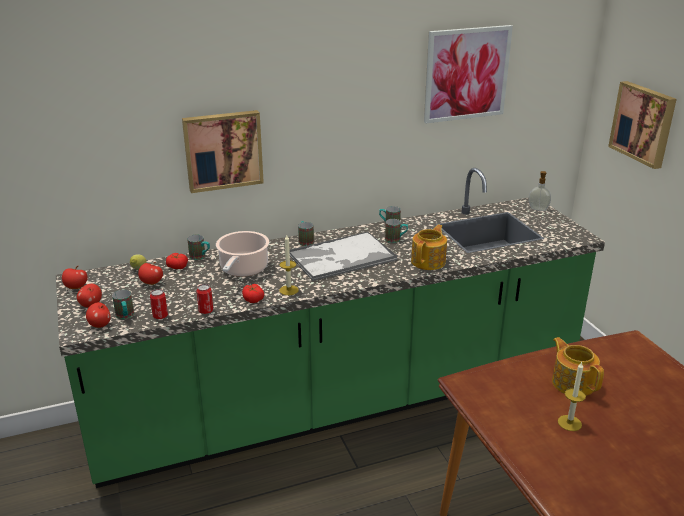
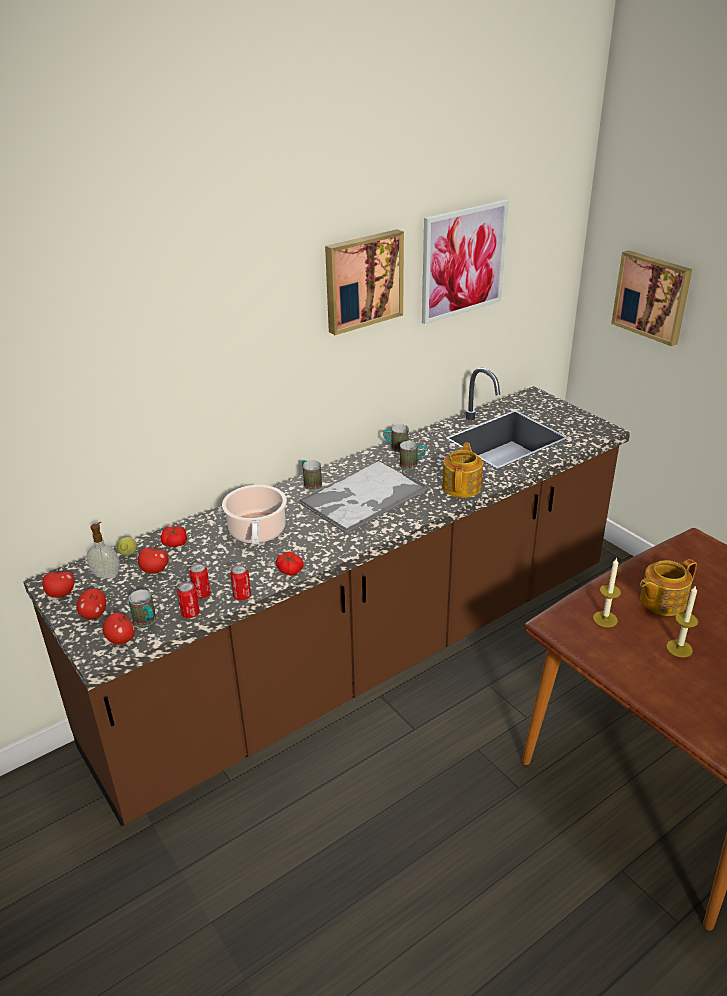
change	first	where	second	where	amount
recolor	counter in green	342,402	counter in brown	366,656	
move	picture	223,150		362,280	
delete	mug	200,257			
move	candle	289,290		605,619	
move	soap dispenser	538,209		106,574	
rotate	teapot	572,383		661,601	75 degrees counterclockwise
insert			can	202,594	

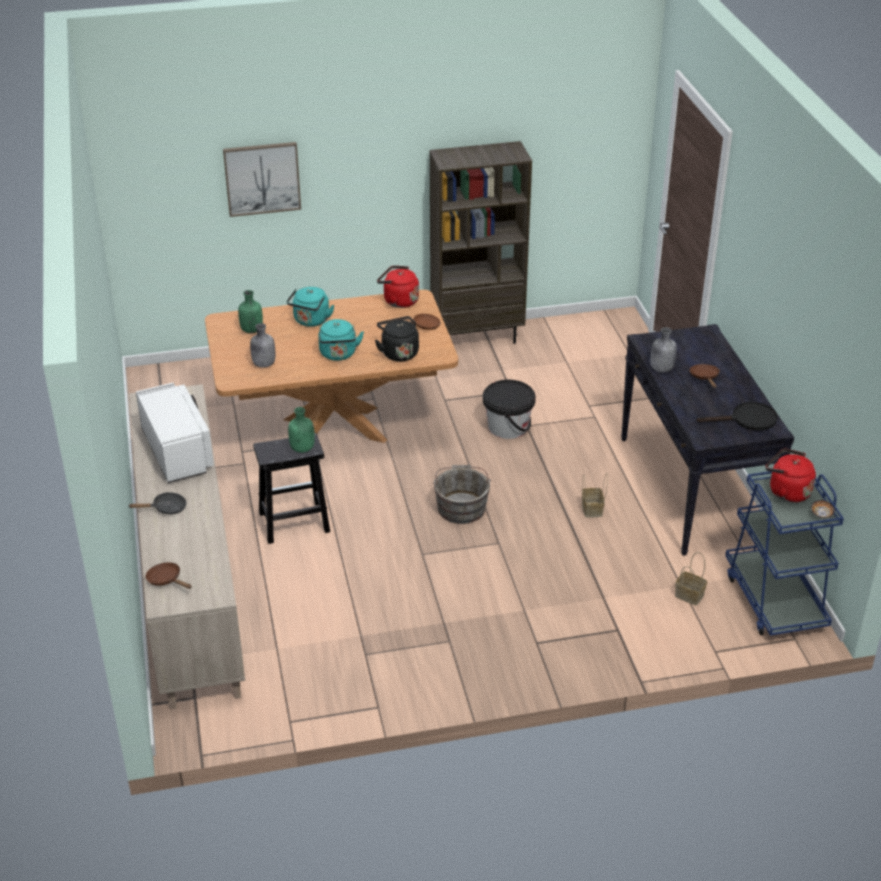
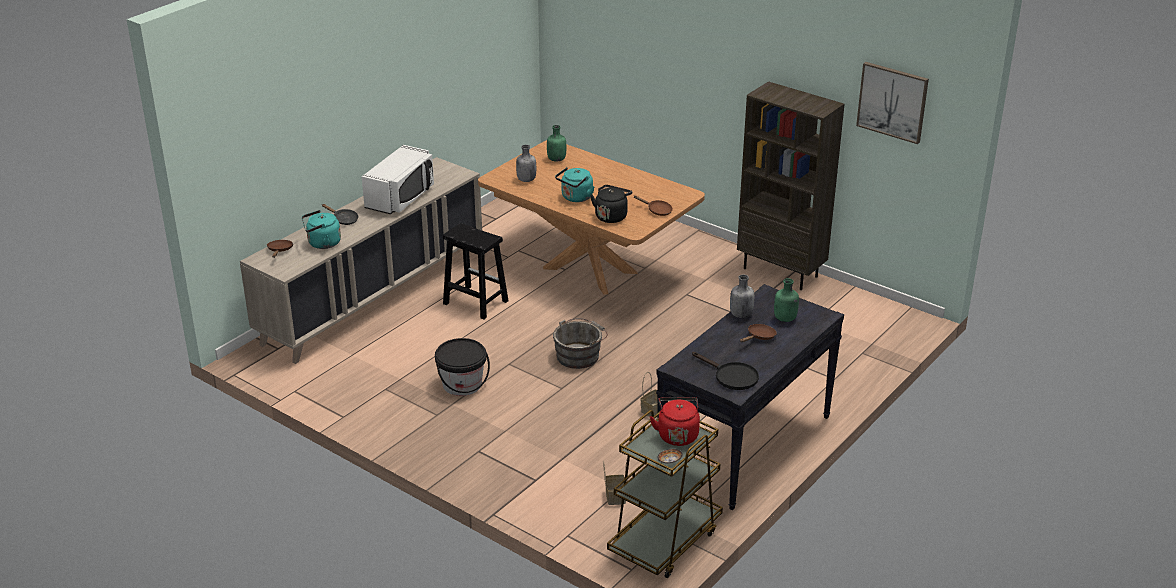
change	first	where	second	where	amount
move	picture	262,178		892,102	
move	kettle in turquoise	311,321		322,244	
move	bottle in green	303,448		785,319	
delete	kettle in red	398,301			
move	bucket in black	508,427		462,384	
recolor	cart in blue	774,600	cart in brown	664,541	

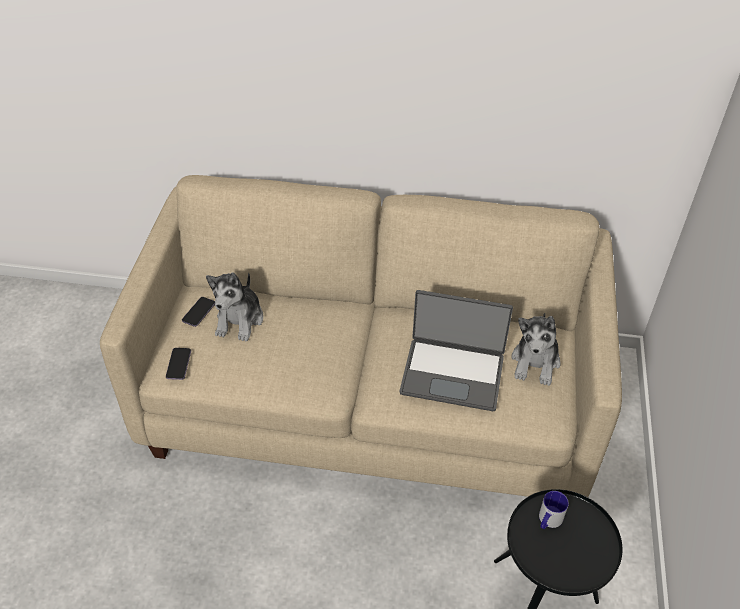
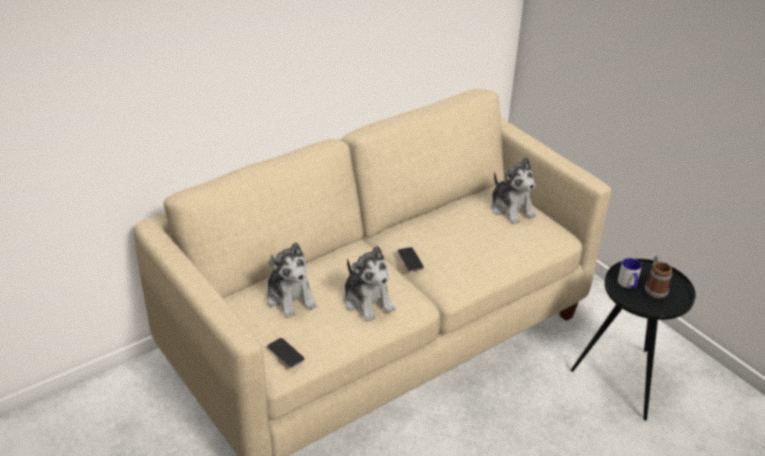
change	first	where	second	where	amount
move	phone	199,312		410,260	
delete	laptop	453,373			
insert			plush toy	367,301	
insert			mug	654,288	

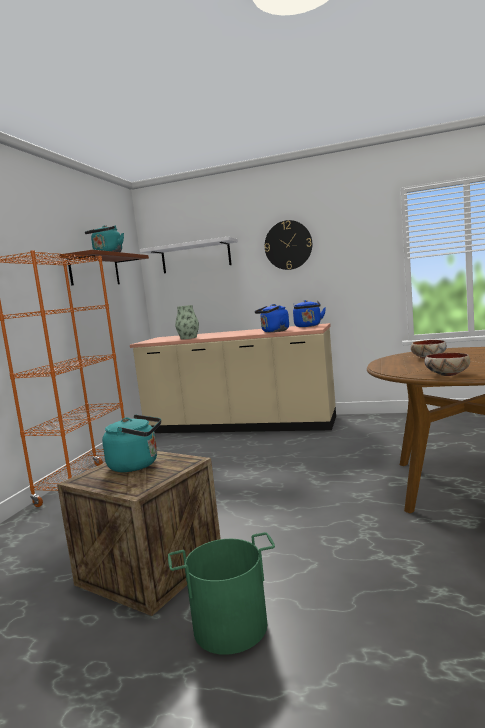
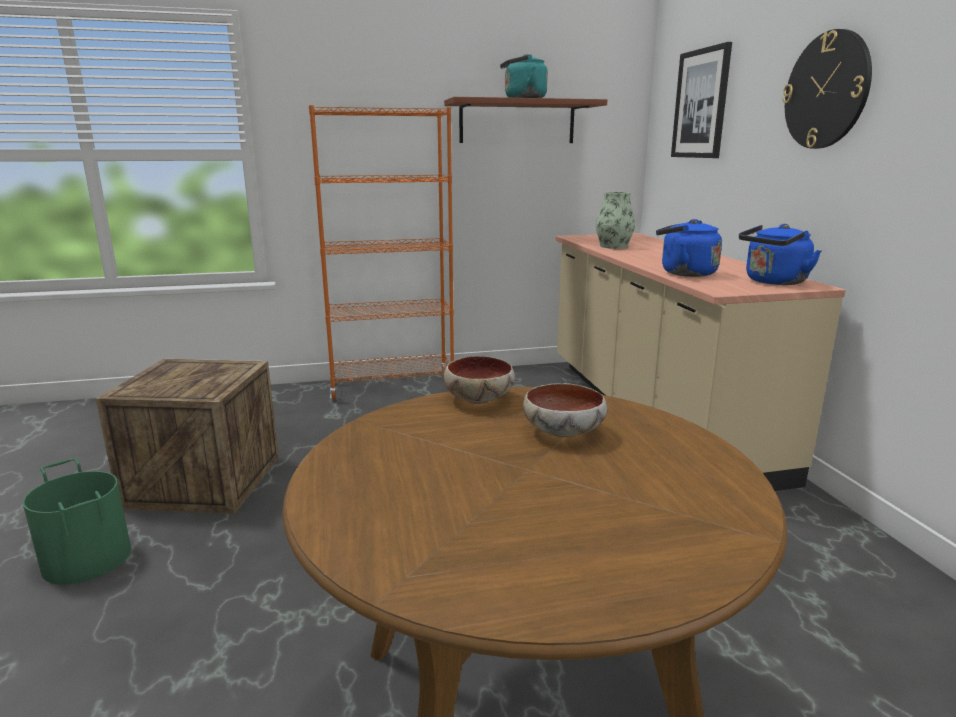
change	first	where	second	where	amount
delete	kettle in turquoise	137,465			
replace	shelf in white	195,257	picture	701,104	
move	bowl	446,375		478,399	

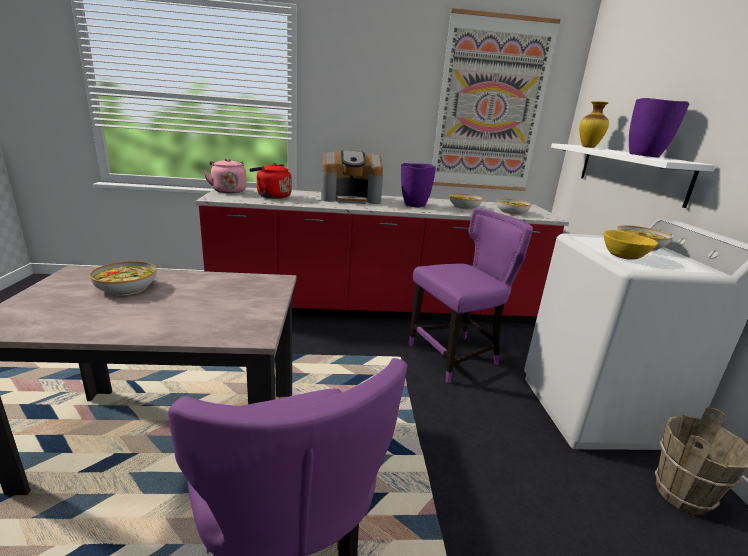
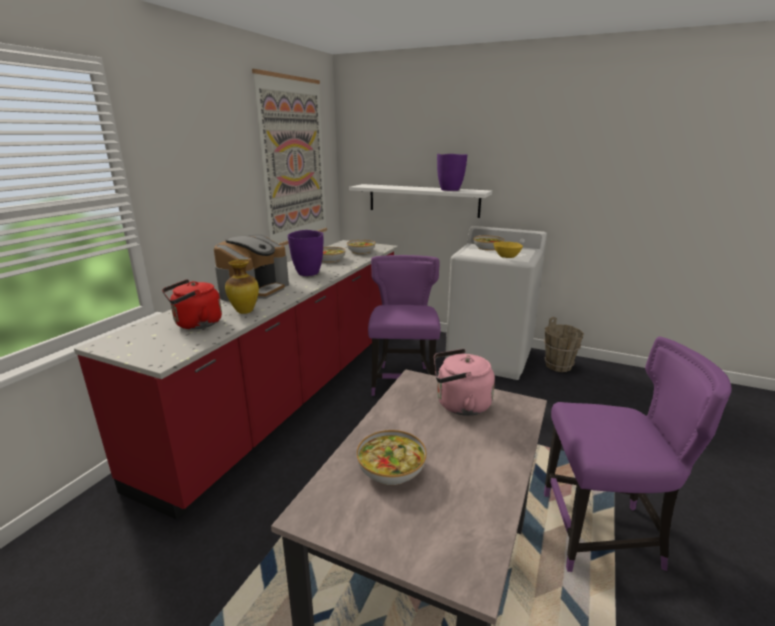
change	first	where	second	where	amount
move	kettle in pink	228,191		459,405	
move	vase	588,147		245,312	

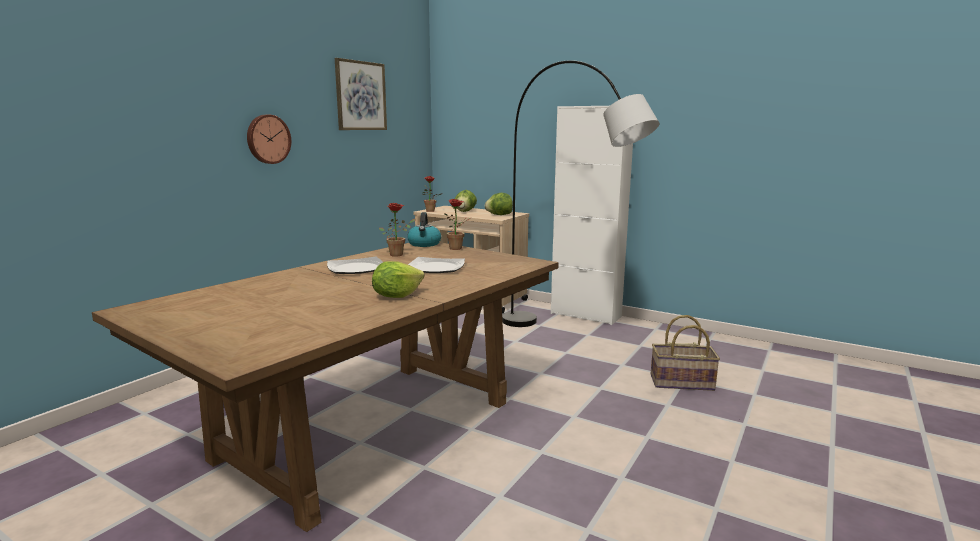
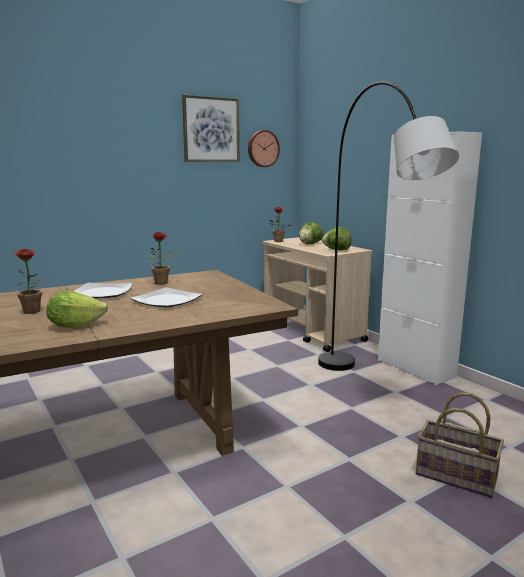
change	first	where	second	where	amount
move	wall clock	267,139		262,148	
delete	kettle	424,244			
move	potted plant	458,248		33,312	

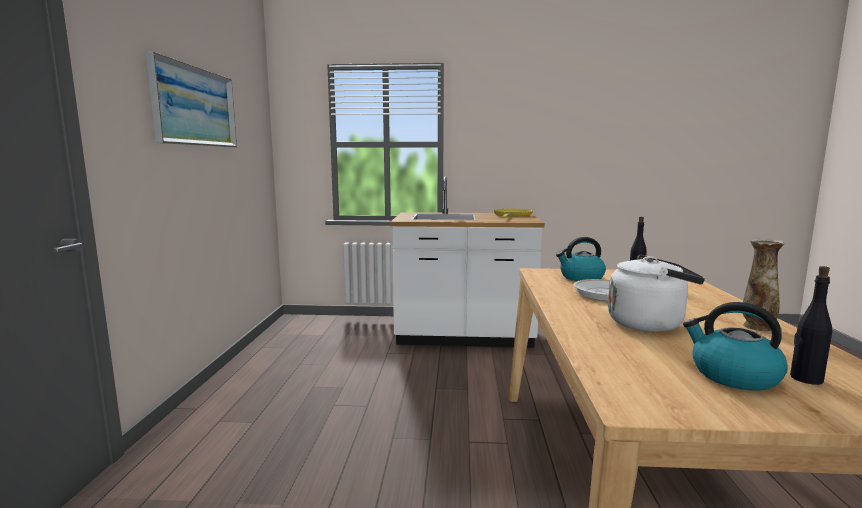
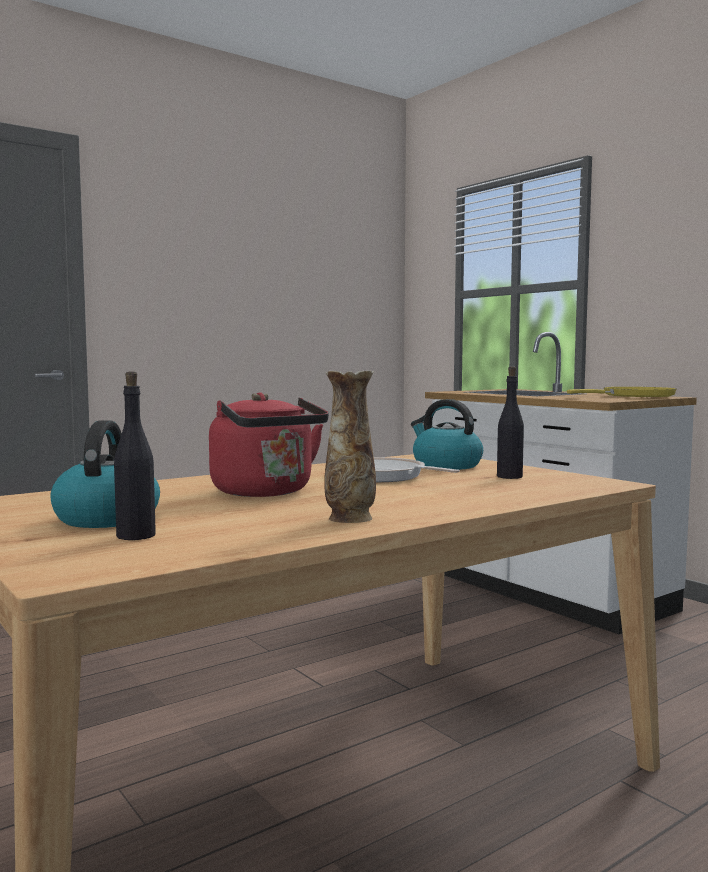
change	first	where	second	where	amount
delete	picture	195,107			
recolor	kettle in white	649,323	kettle in red	266,492	

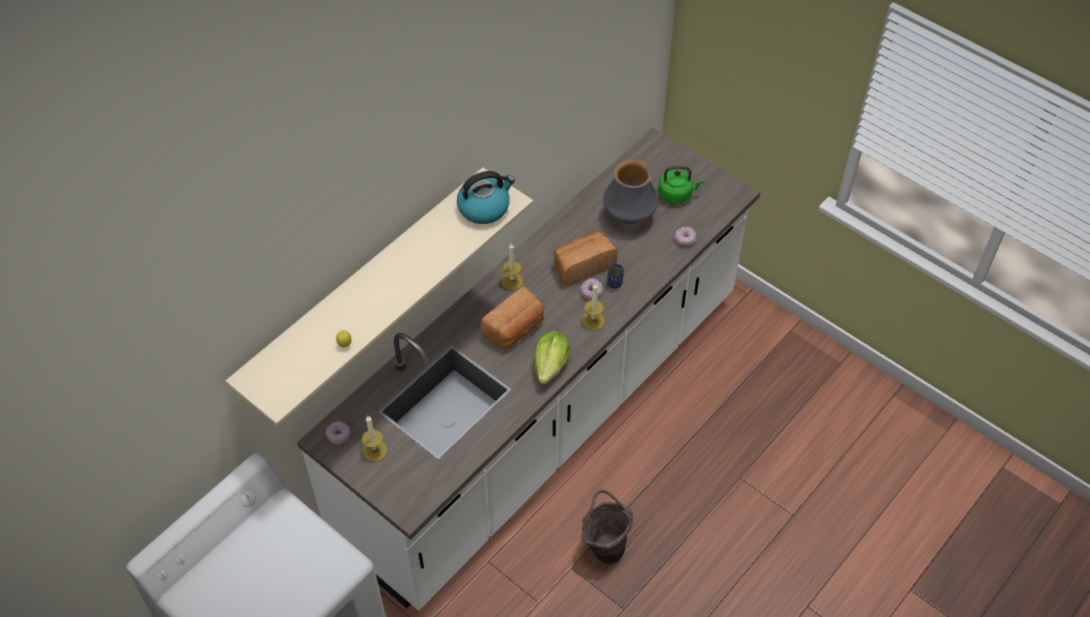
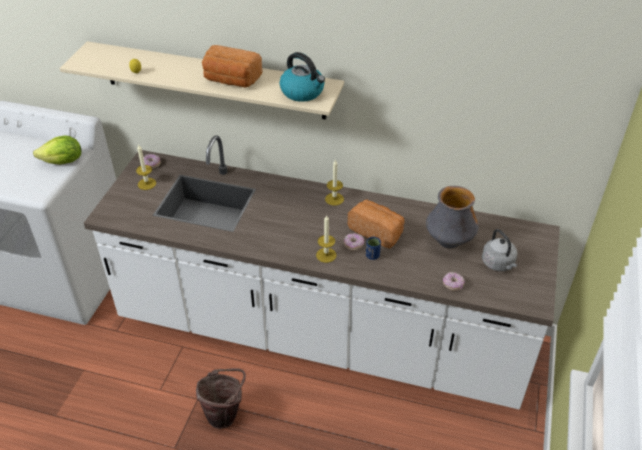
change	first	where	second	where	amount
move	bread	515,329		231,80	
move	lettuce	551,365		63,162	
recolor	kettle in green	677,194	kettle in grey	498,264	

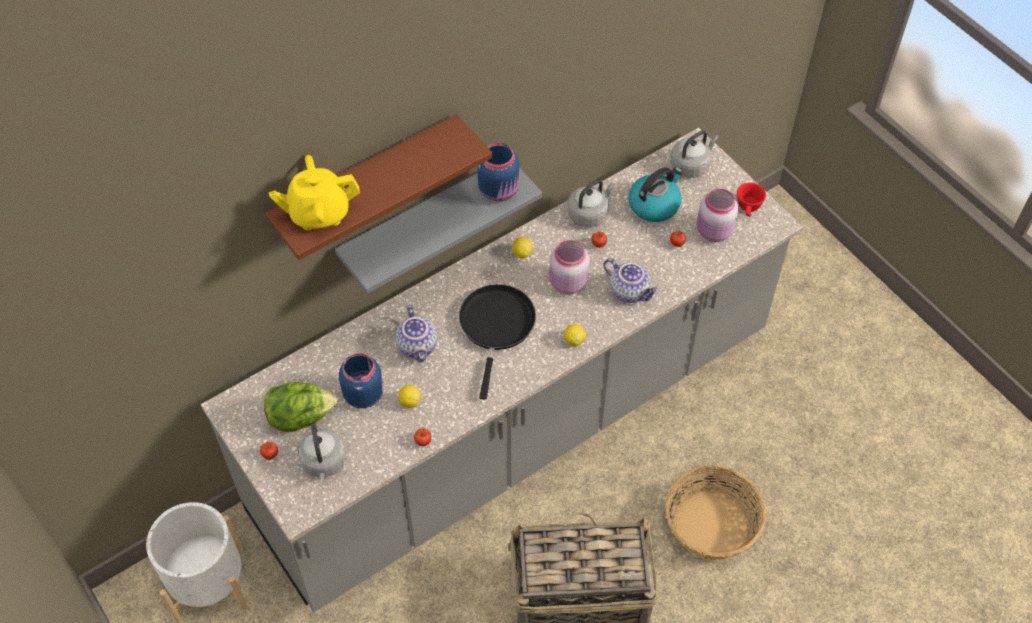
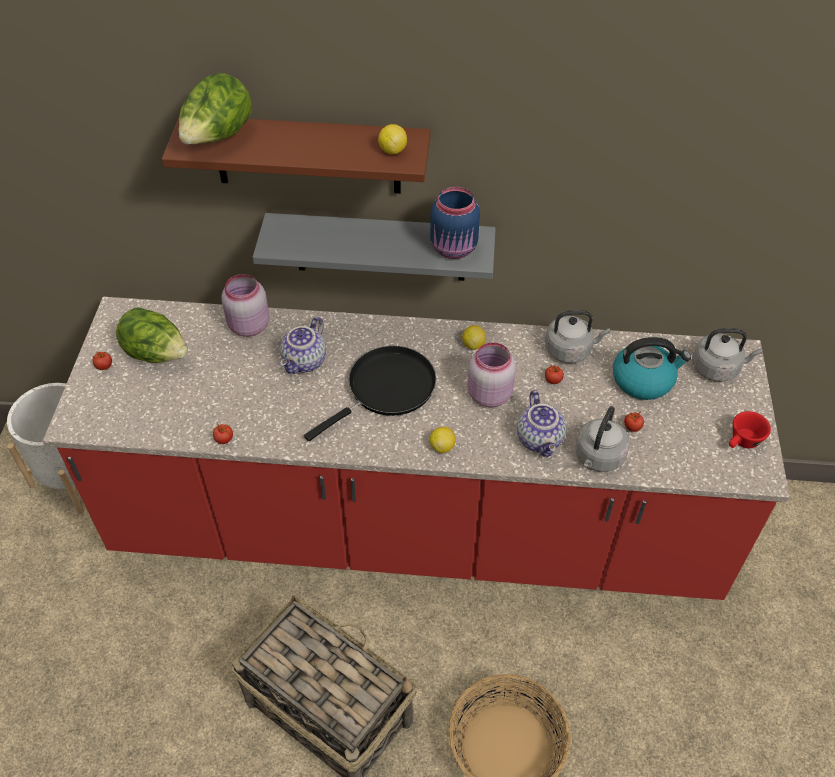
change	first	where	second	where	amount
recolor	counter in grey	516,424	counter in red	416,525	
replace	teapot in yellow	319,213	lettuce	218,138	
move	kettle in grey	324,463		598,458	
delete	jar in blue	364,394			
move	lemon	410,401		392,150	
move	jar in pink	713,232		248,326	

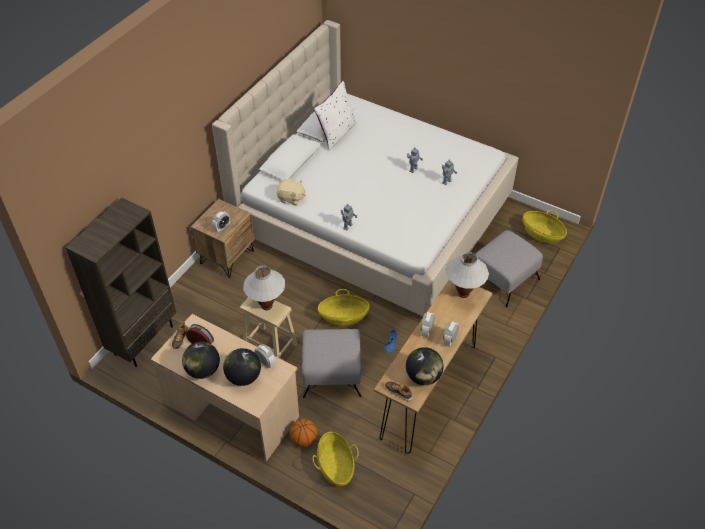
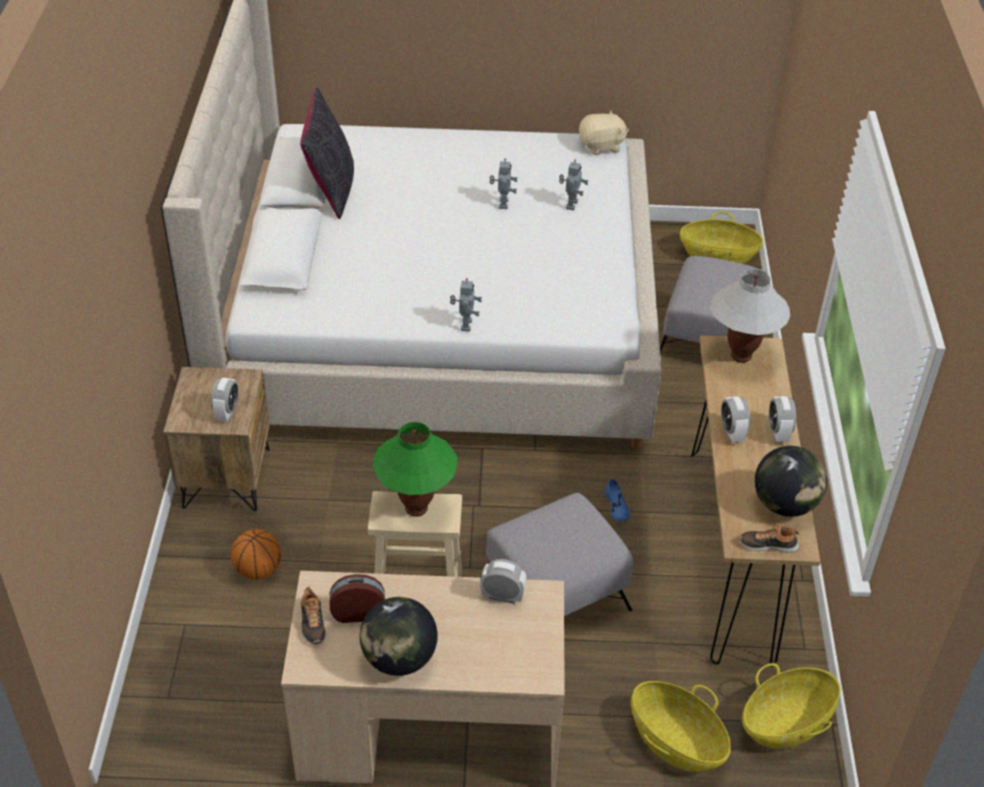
change	first	where	second	where	amount
delete	bookcase in brown	143,340			
delete	globe	243,377			
recolor	table lamp in white	266,306	table lamp in green	416,509	
move	plush toy in beige	291,198		601,146	
move	basketball	304,439		258,570	
recolor	pillow in white	336,133	pillow in black	331,189	
move	basket	343,317		786,722	

